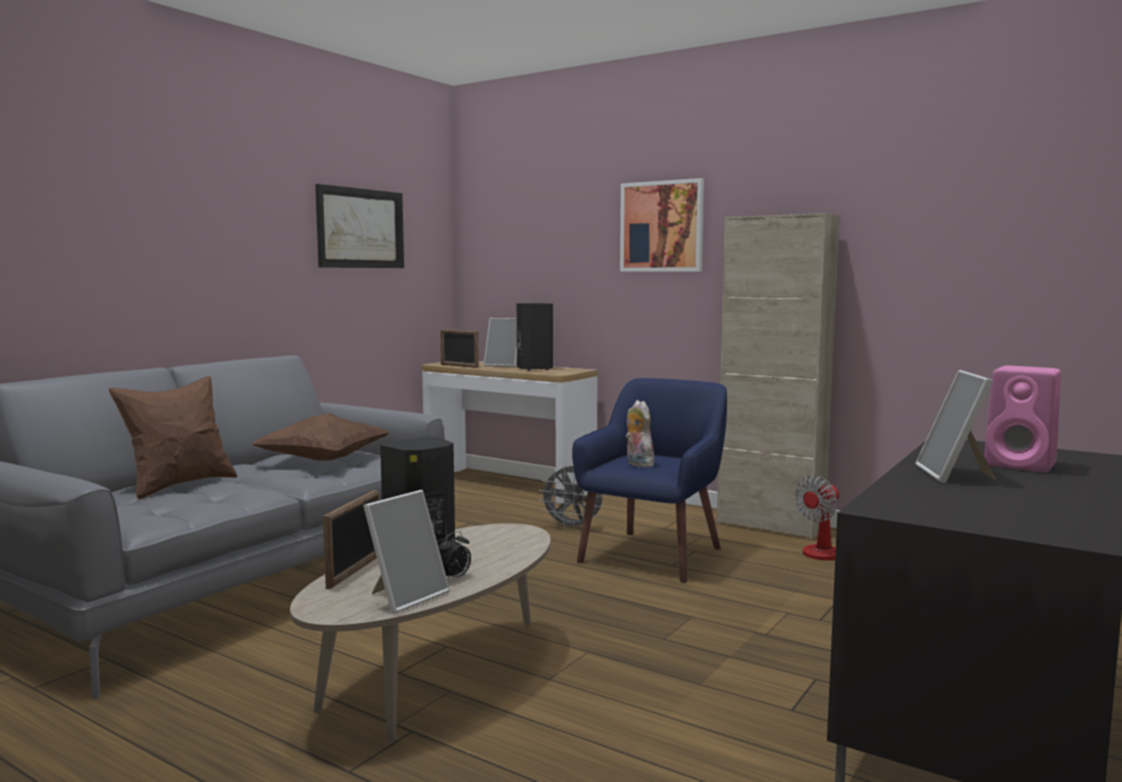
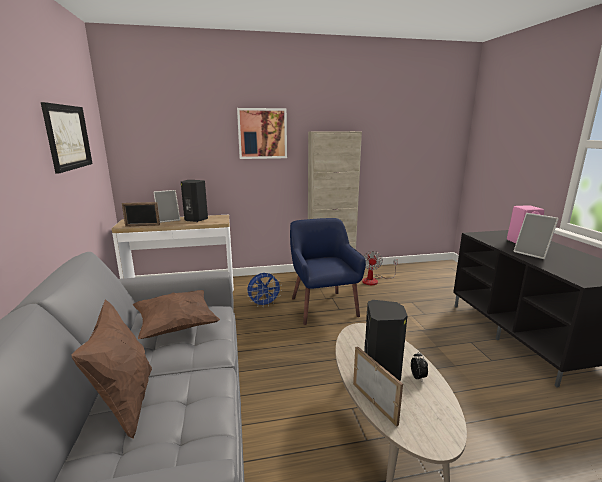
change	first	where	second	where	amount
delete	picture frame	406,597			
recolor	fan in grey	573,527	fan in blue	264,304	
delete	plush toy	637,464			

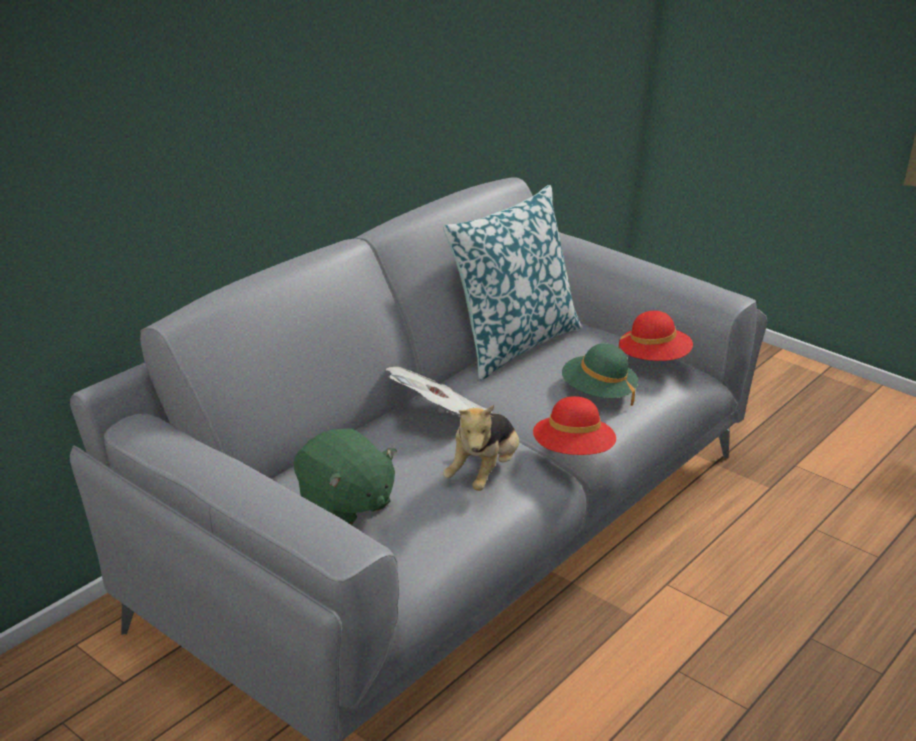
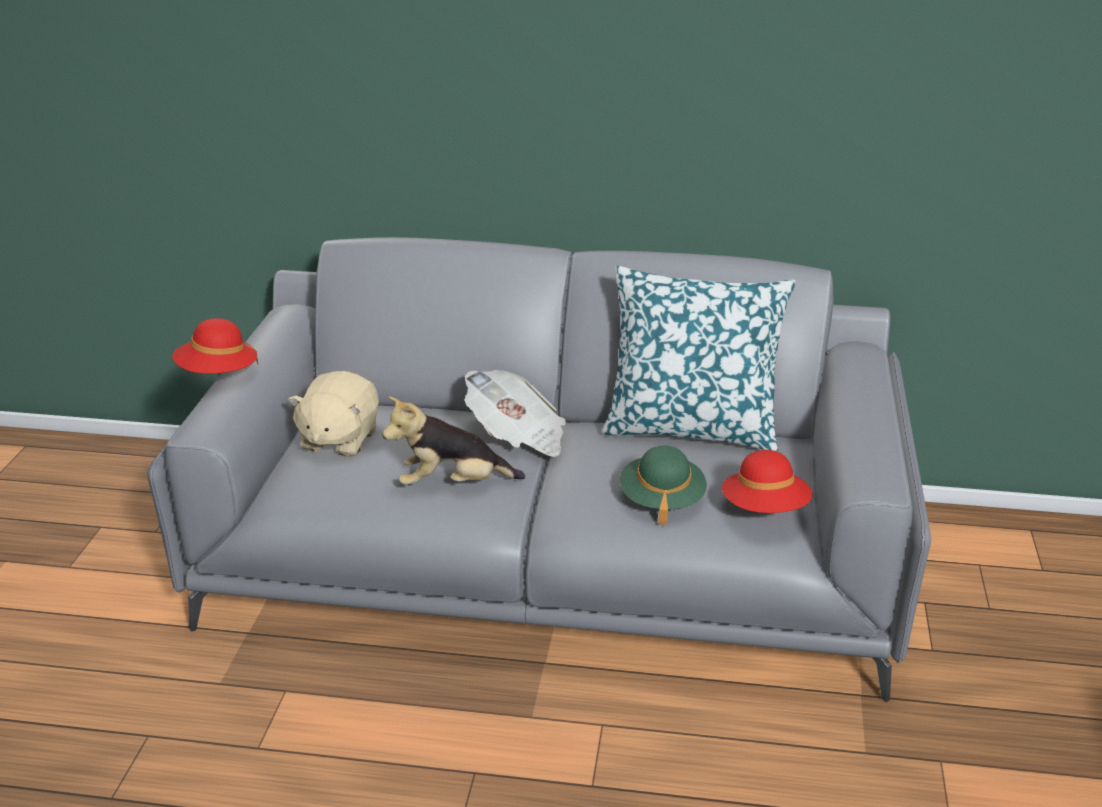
change	first	where	second	where	amount
recolor	plush toy in green	344,504	plush toy in beige	338,439	
move	hat in red	573,452		217,374	

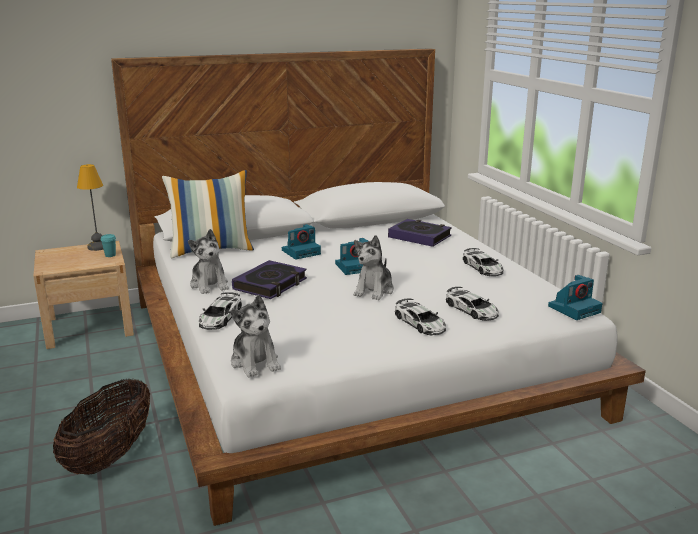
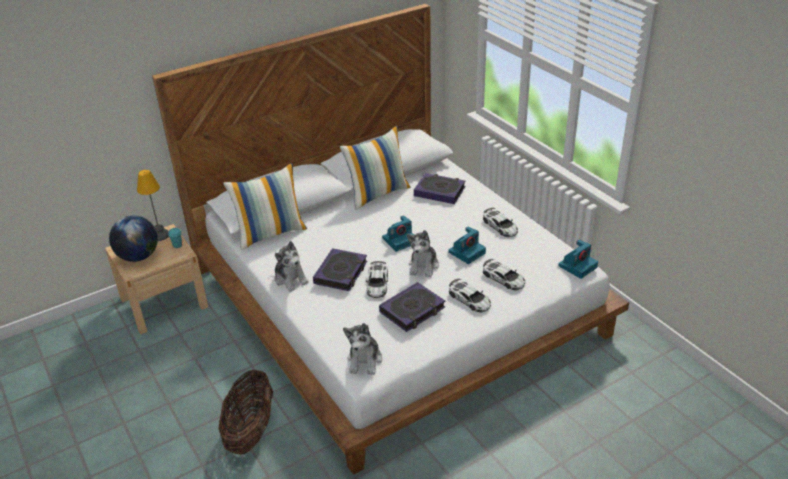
change	first	where	second	where	amount
move	toy car	220,317		377,283	
rotate	plush toy	255,362		365,360	45 degrees clockwise
move	photo camera	301,252		467,252	
insert			globe	138,256	
insert			pillow	378,193	
insert			book	412,310	

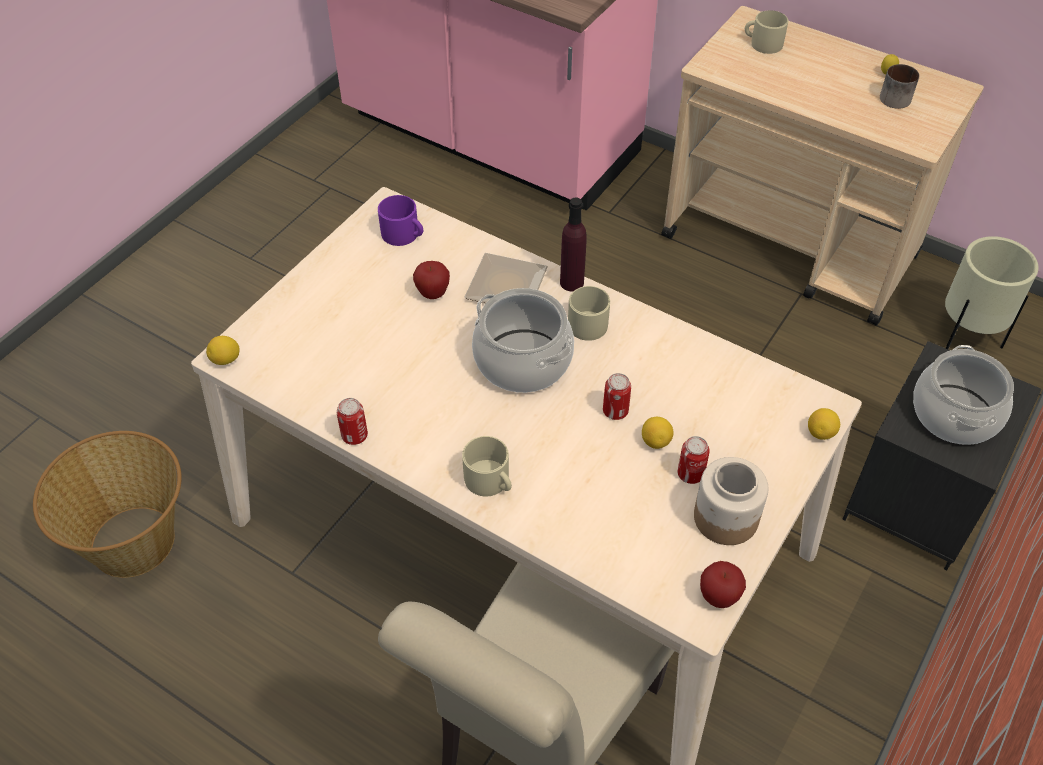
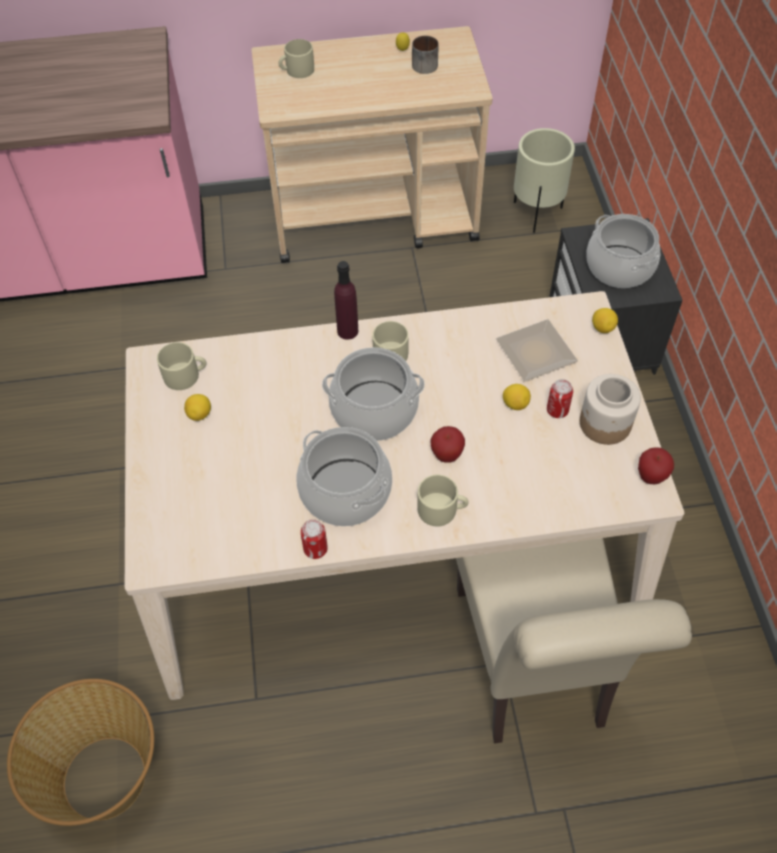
change	first	where	second	where	amount
move	lemon	226,360		200,414	
recolor	mug in purple	404,234	mug in beige	186,375	
move	apple	432,294		447,455	
move	plate	503,287		535,355	
delete	can	615,411			
insert			cooking pot	346,491	

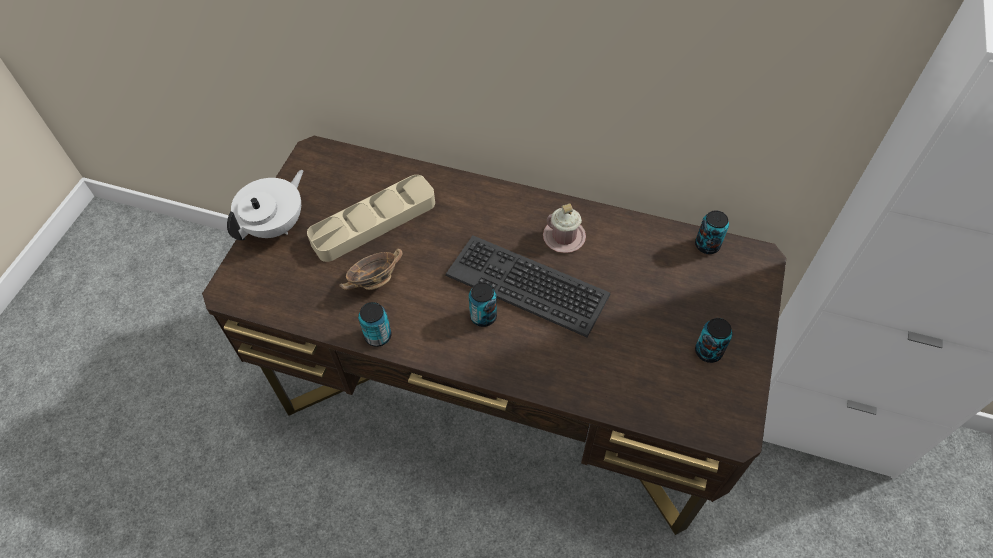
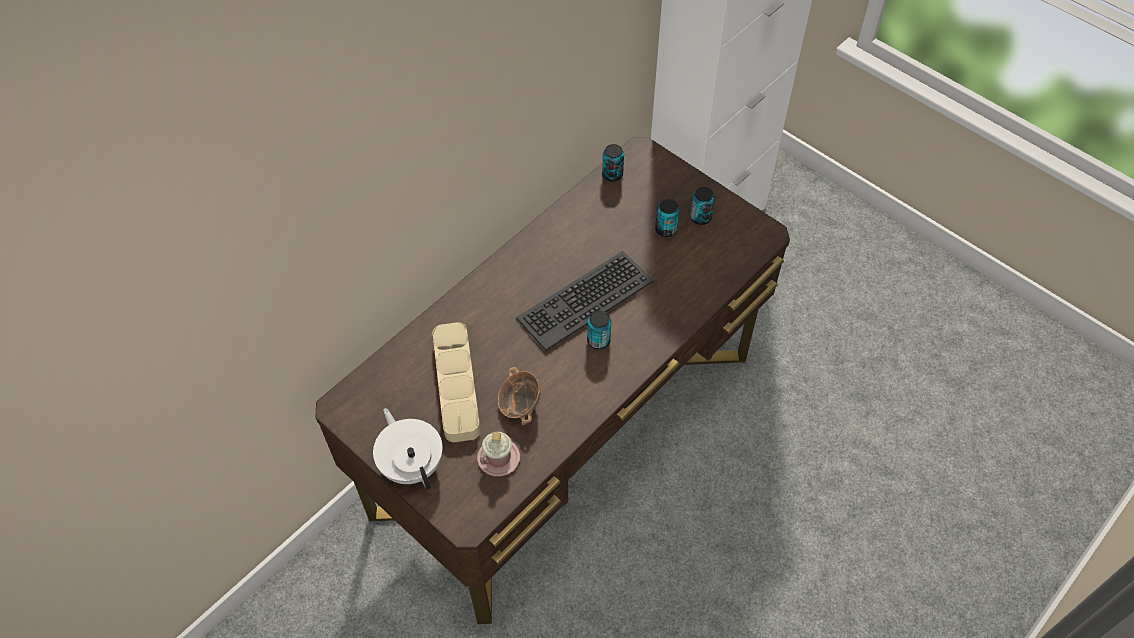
change	first	where	second	where	amount
move	can	378,336		665,229	
move	mug in pink	564,237		498,458	

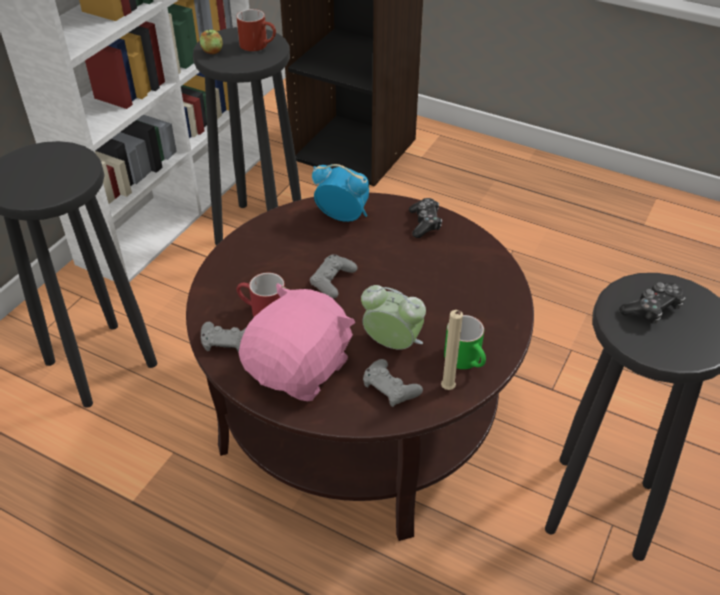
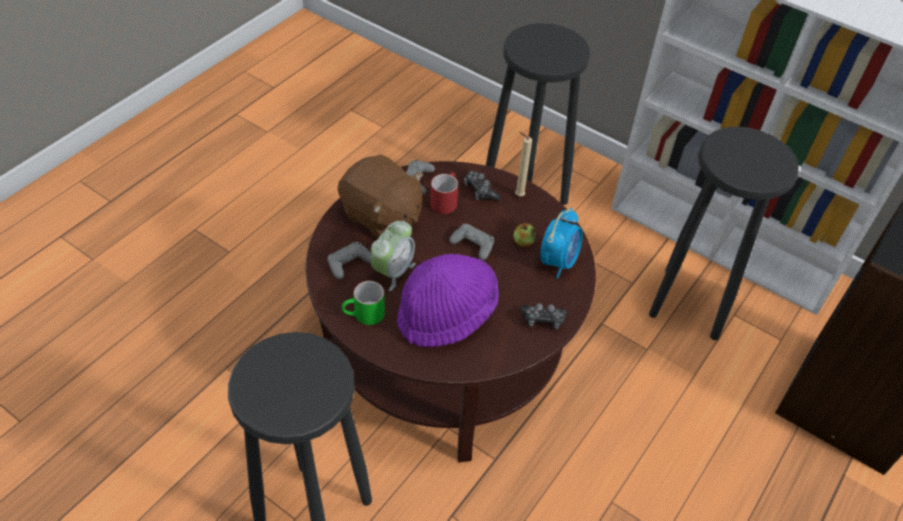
change	first	where	second	where	amount
move	apple	212,51		523,242	
delete	mug in red	259,45			
recolor	plush toy in pink	300,368	plush toy in brown	381,216	
move	candle in beige	448,390		517,195	
move	game controller	652,309		480,191	
insert			hat in purple	446,314	

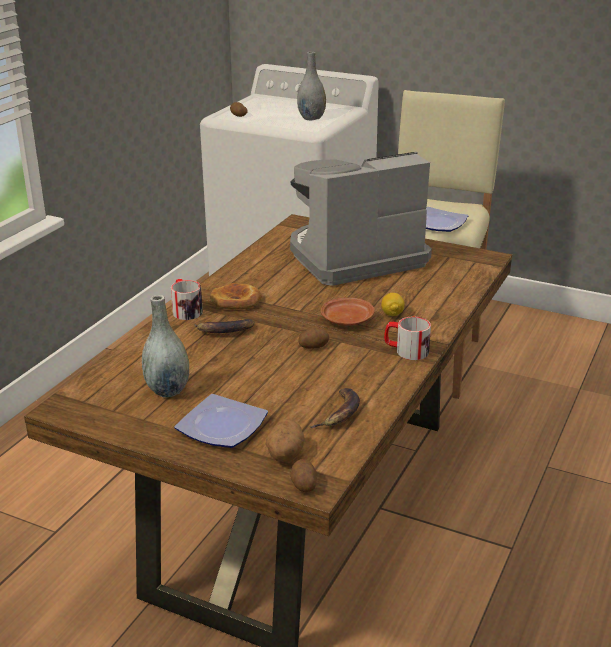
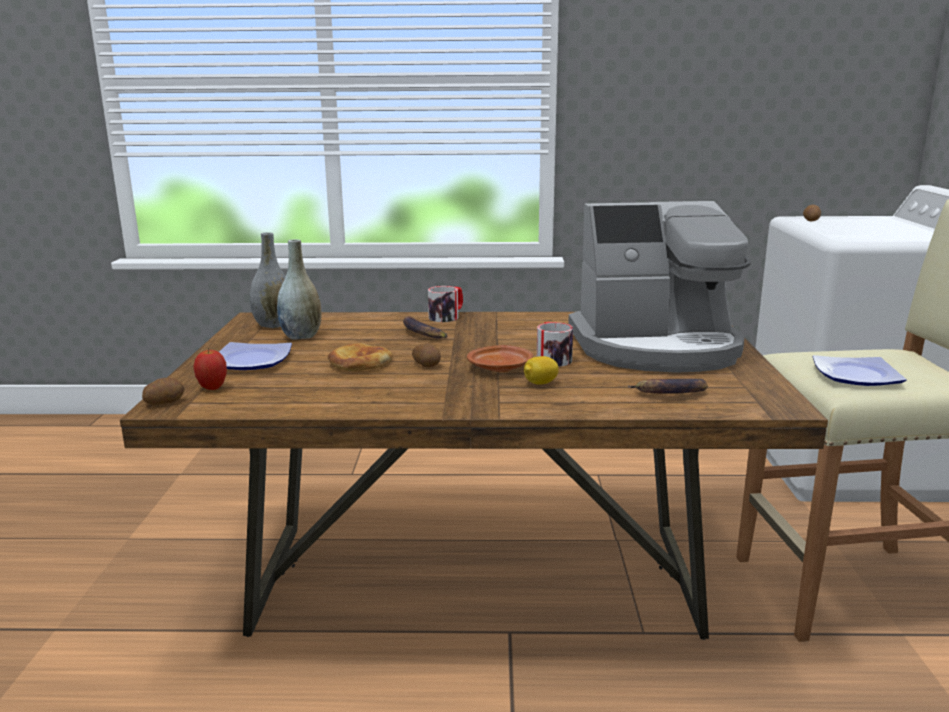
change	first	where	second	where	amount
move	bread	236,300		359,363	
replace	potato	284,455	apple	212,388	
rotate	coffee machine	354,257		656,348	135 degrees clockwise
move	vase in grey	311,118		273,325	
move	banana	340,413		670,393	
move	mug	406,351		552,358	

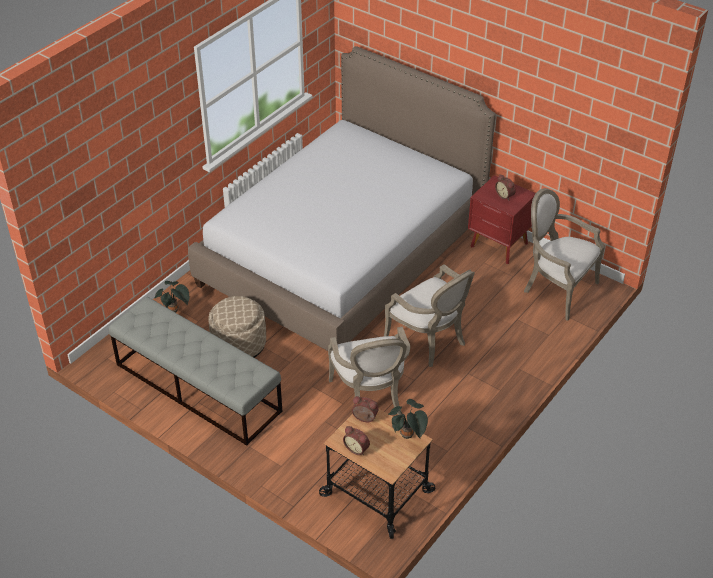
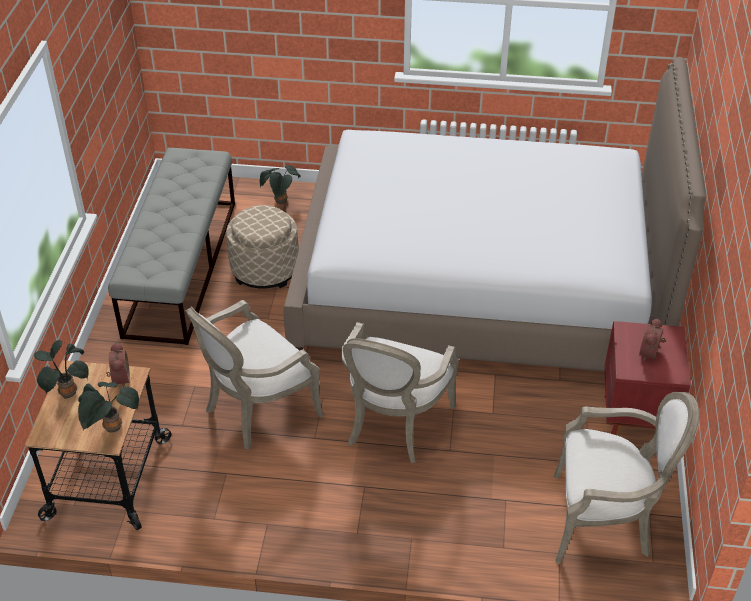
change	first	where	second	where	amount
replace	alarm clock	357,448	potted plant	67,391	
rotate	armchair	556,289		605,522	90 degrees clockwise

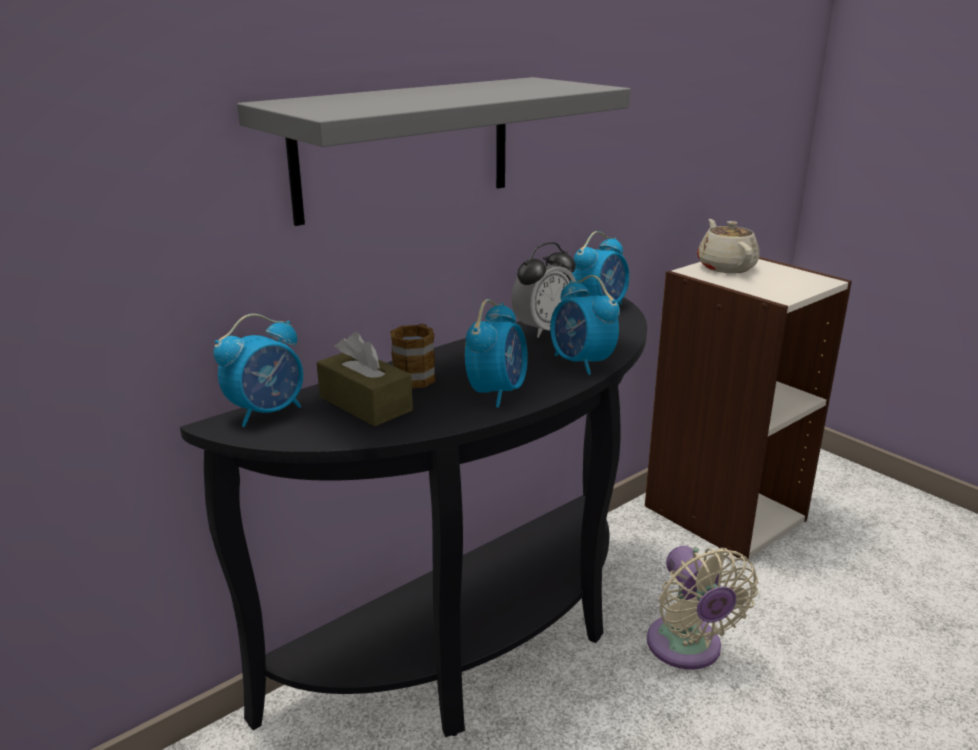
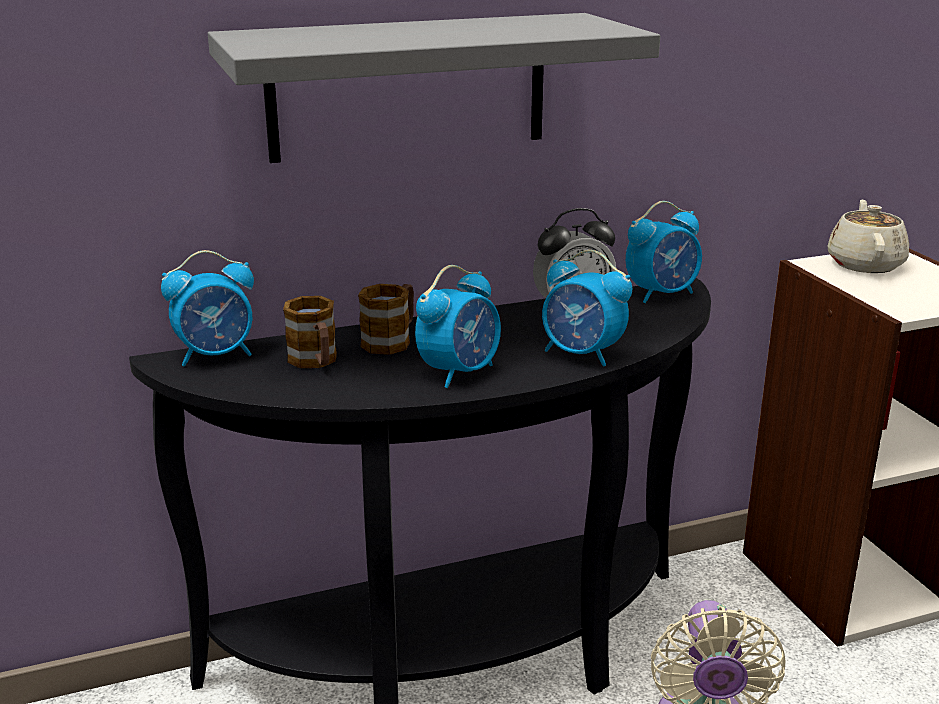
change	first	where	second	where	amount
replace	tissue box in brown	365,404	mug	315,362	
rotate	alarm clock	581,363		582,354	45 degrees counterclockwise

